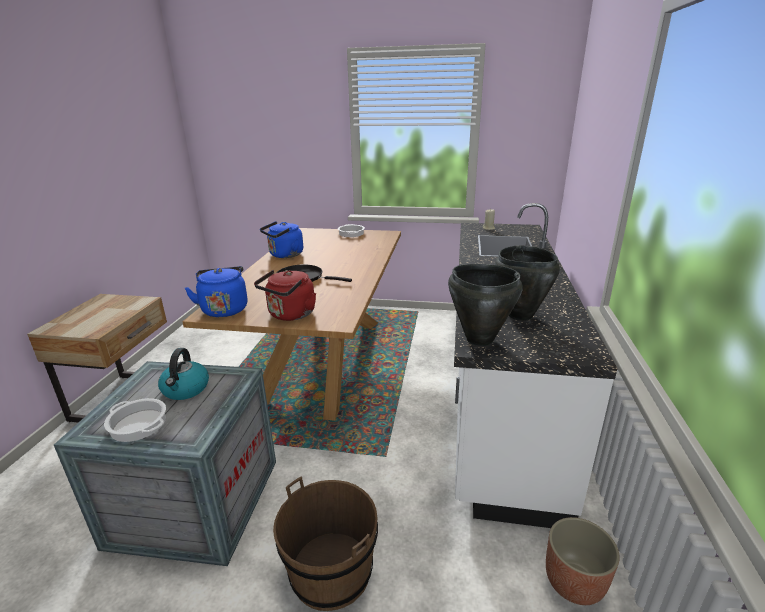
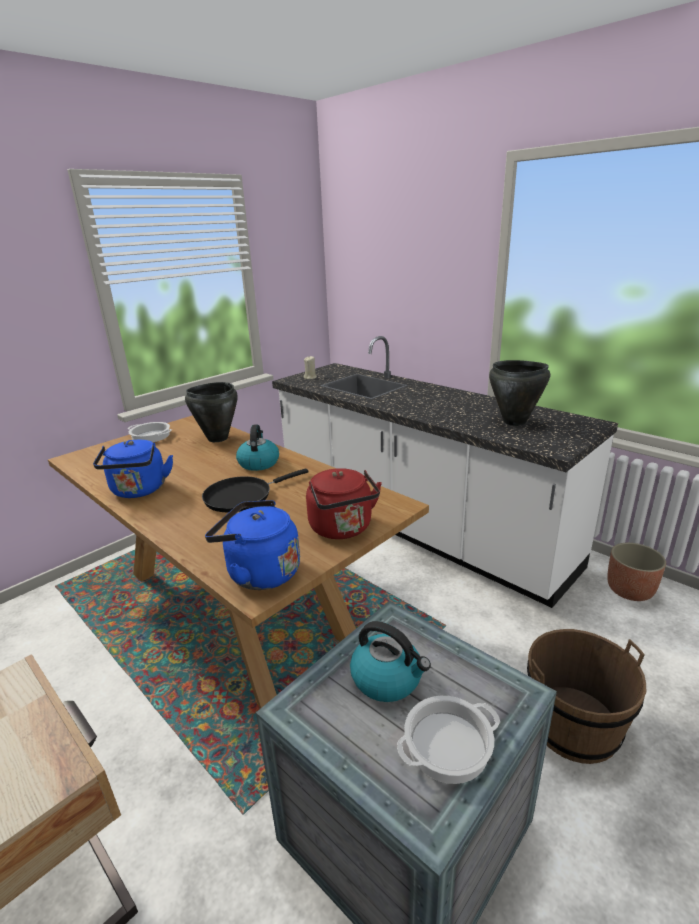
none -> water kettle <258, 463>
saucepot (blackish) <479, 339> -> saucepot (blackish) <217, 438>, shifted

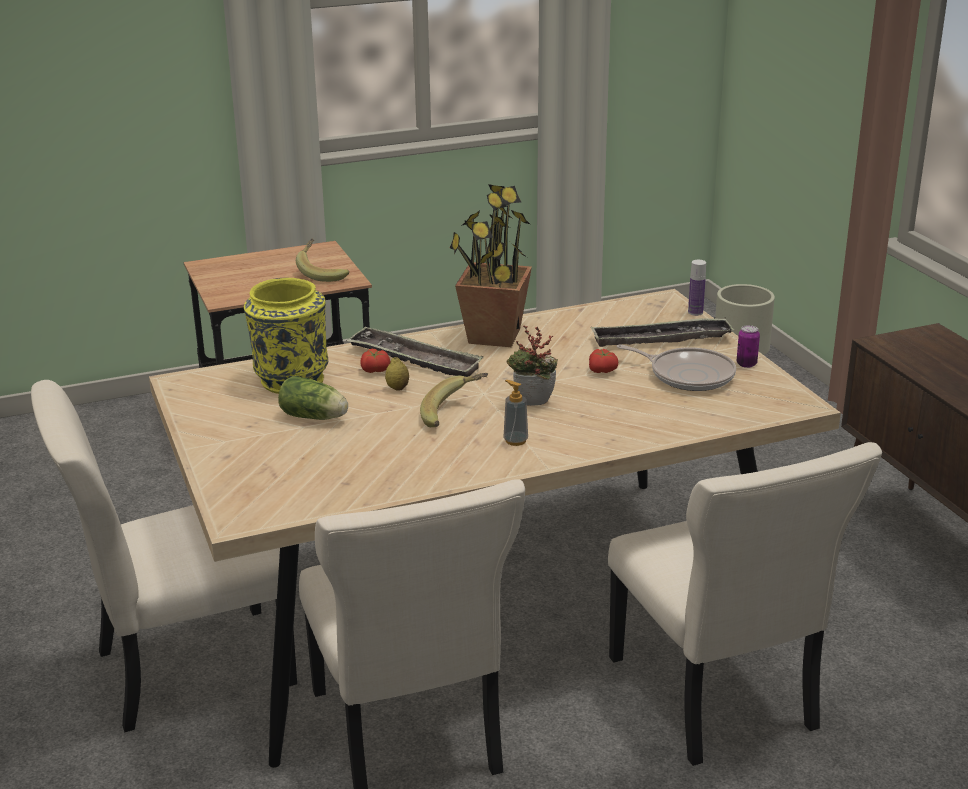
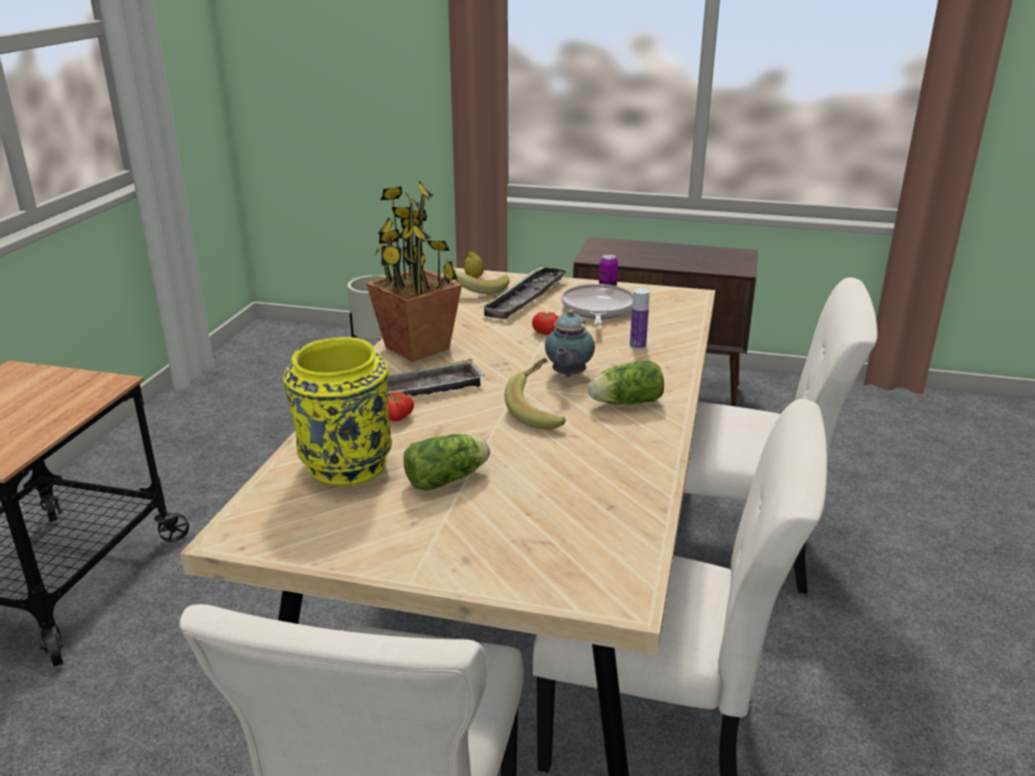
banana fruit <323, 273> -> banana fruit <476, 289>, shifted
lemon <397, 388> -> lemon <474, 277>, shifted
beverage bottle <695, 312> -> beverage bottle <637, 346>, shifted
soap dispenser <515, 441> -> head of lettuce <624, 402>
houseplant <532, 404> -> tea pot <567, 375>
frying pan <688, 375> -> frying pan <597, 309>, 60 degrees counterclockwise

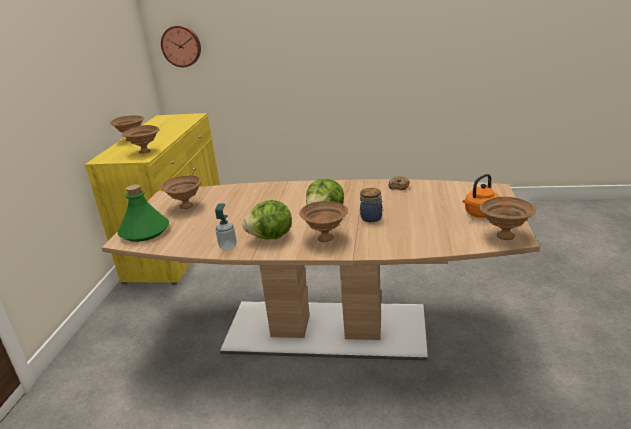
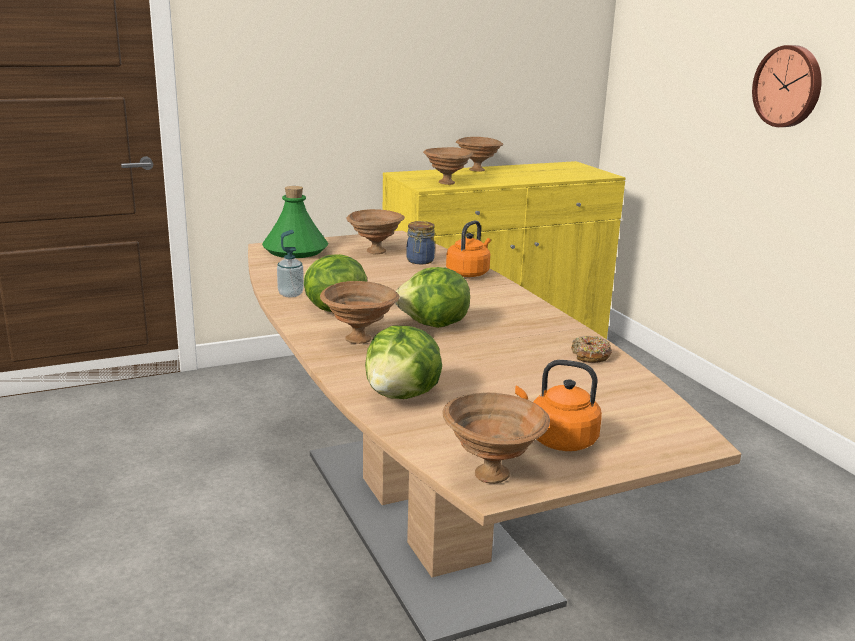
none -> head of lettuce <402, 396>
none -> water kettle (orange-coloured) <469, 273>
hanging clock <181, 46> -> hanging clock <789, 86>, shifted
preserve jar <372, 218> -> preserve jar <420, 261>, shifted

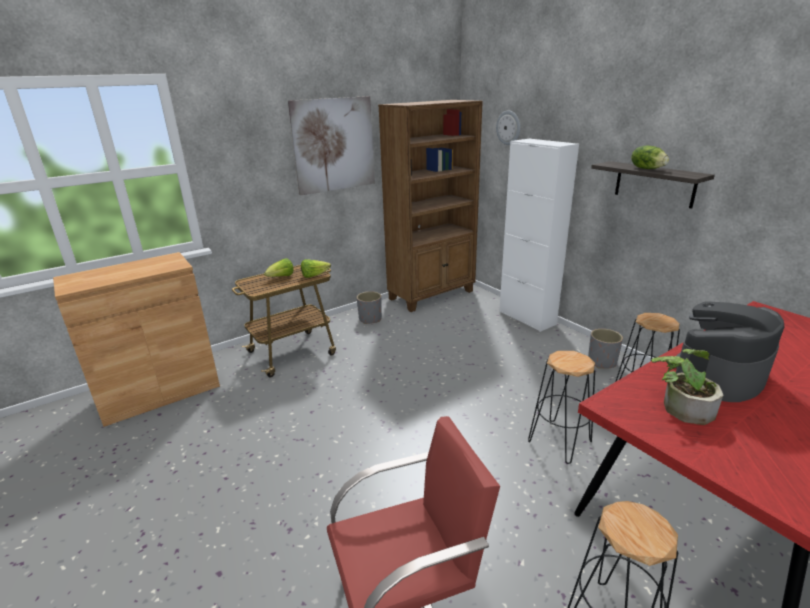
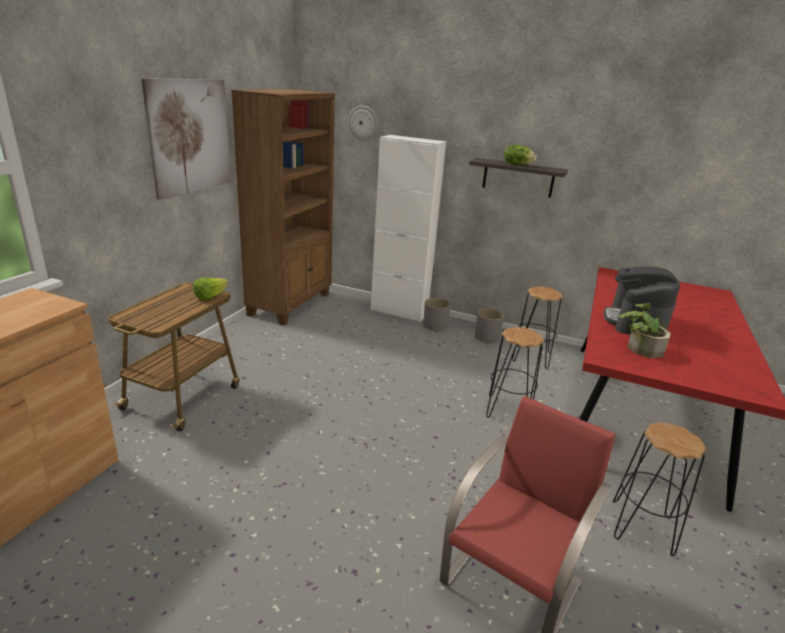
head of lettuce <281, 277> -> none
plant pot (grey) <370, 319> -> plant pot (grey) <435, 327>, shifted

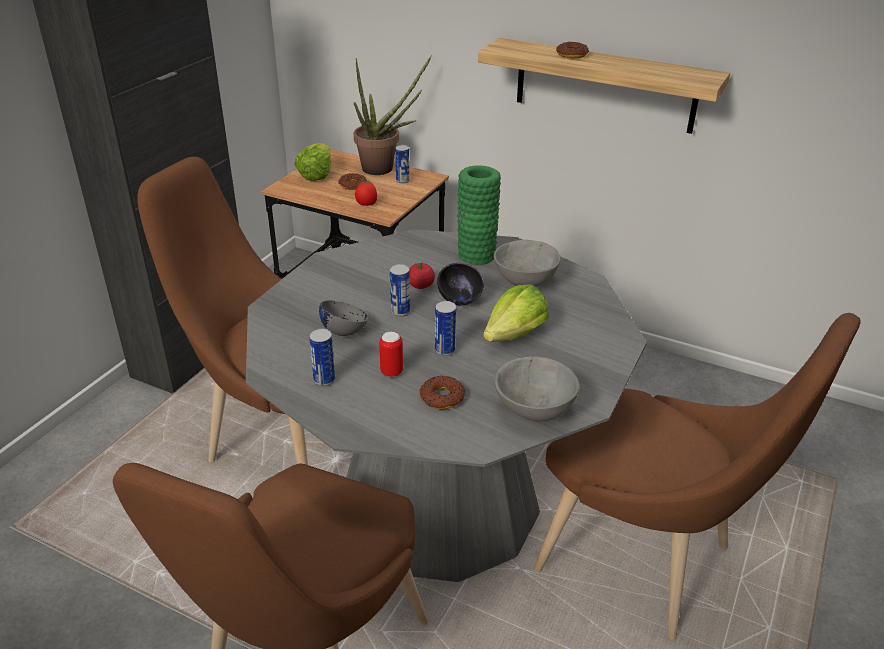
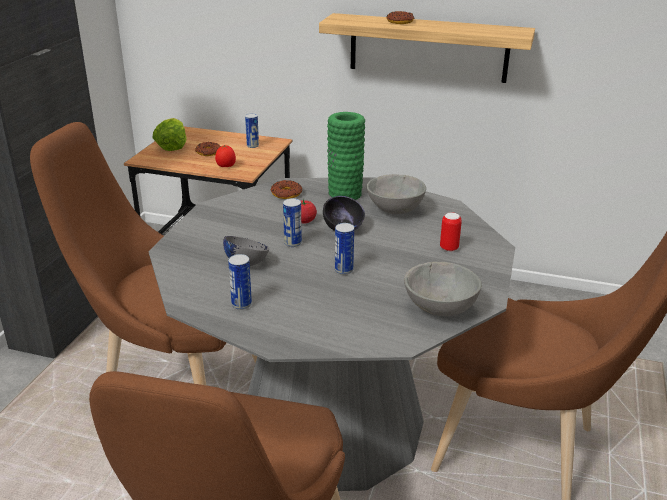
houseplant <384, 169> -> none
head of lettuce <515, 335> -> none
sealed can <391, 372> -> sealed can <449, 248>, shifted
donut <441, 397> -> donut <286, 193>, shifted

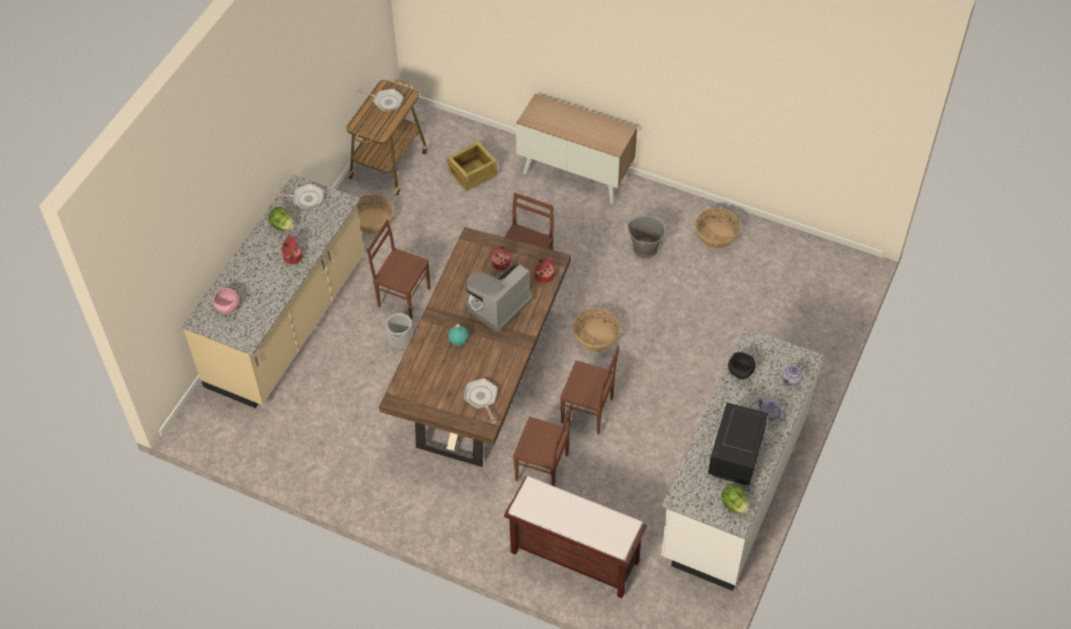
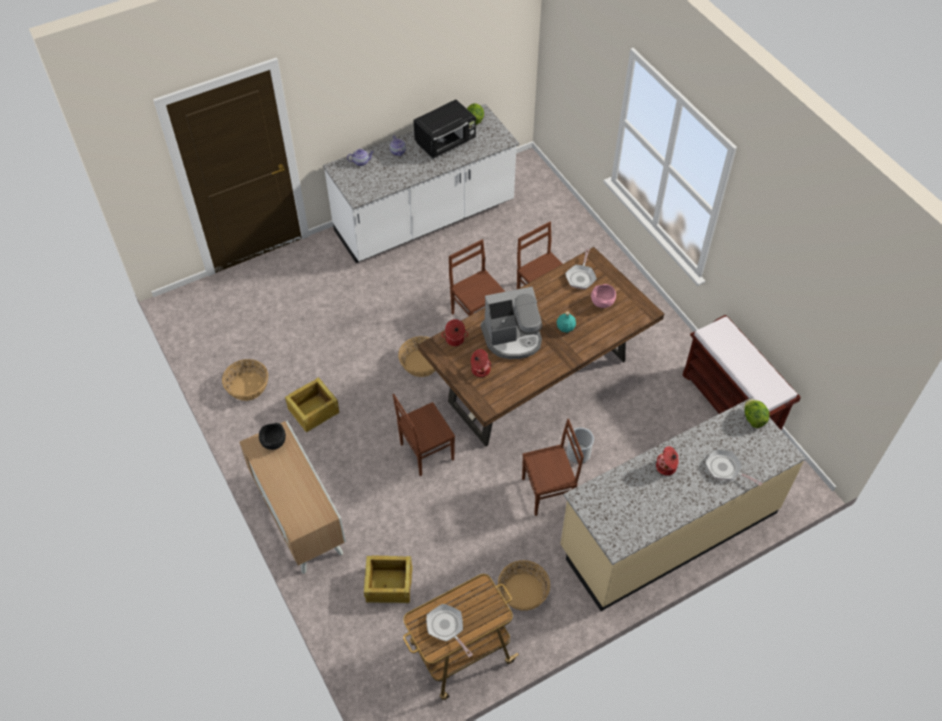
deep dish (pink) <228, 308> -> deep dish (pink) <602, 302>, shifted
head of lettuce <282, 226> -> head of lettuce <753, 419>, shifted
frying pan <305, 199> -> frying pan <725, 469>, shifted
bench (brown-coloured) <573, 557> -> bench (brown-coloured) <730, 405>, shifted
deep dish (blackish) <741, 373> -> deep dish (blackish) <274, 442>, shifted
water bucket (grey) <645, 248> -> shipping crate <313, 411>
plain chair (brown-coloured) <403, 296> -> plain chair (brown-coloured) <548, 492>, 75 degrees counterclockwise

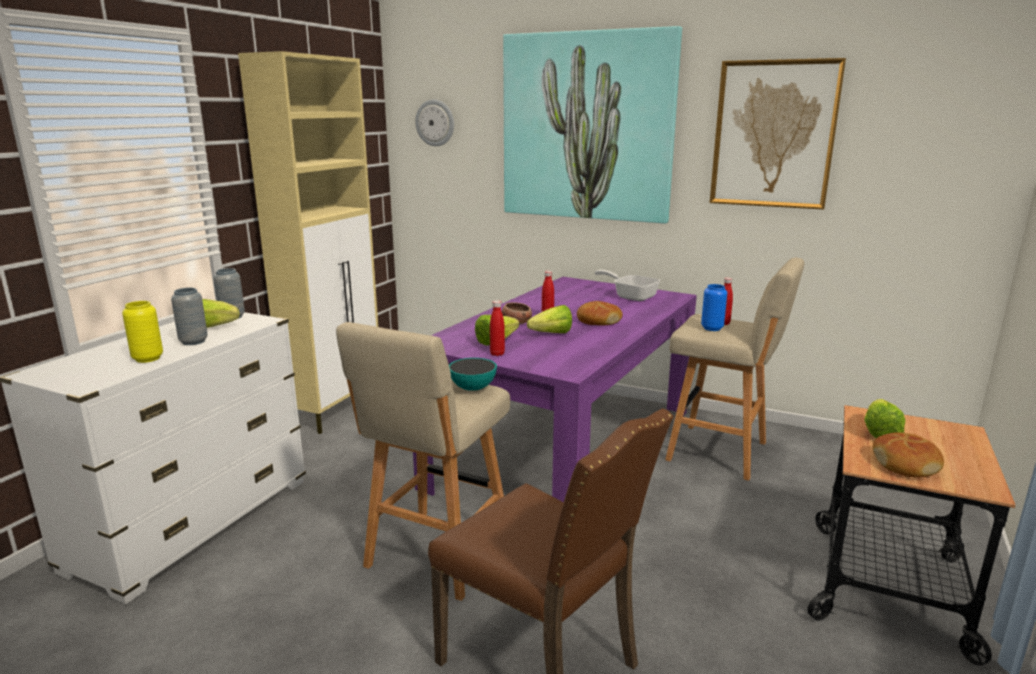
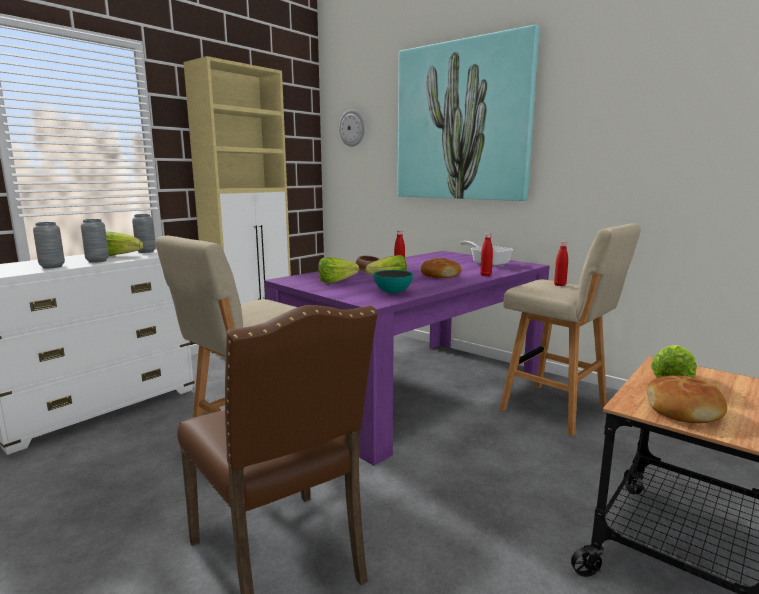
vase (bluish) <712, 328> -> none
wall art <773, 135> -> none
deep dish <473, 388> -> deep dish <393, 293>, shifted
beverage bottle (red-coloured) <497, 354> -> beverage bottle (red-coloured) <485, 275>, shifted
vase (yellow) <148, 359> -> vase (grey) <52, 267>

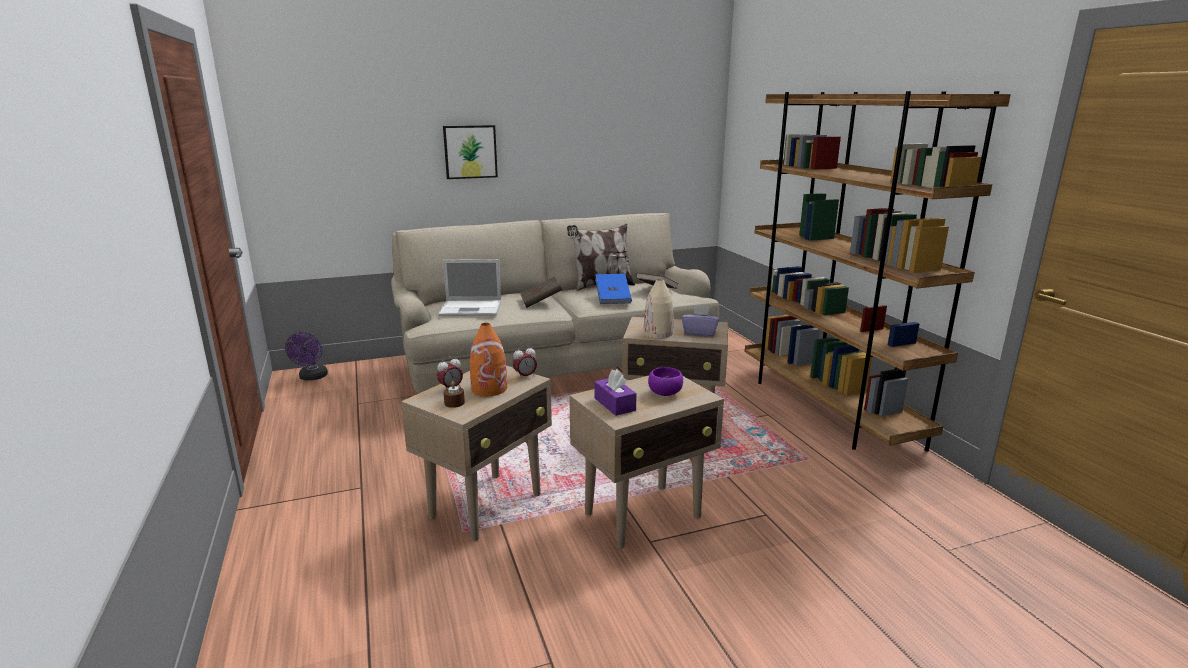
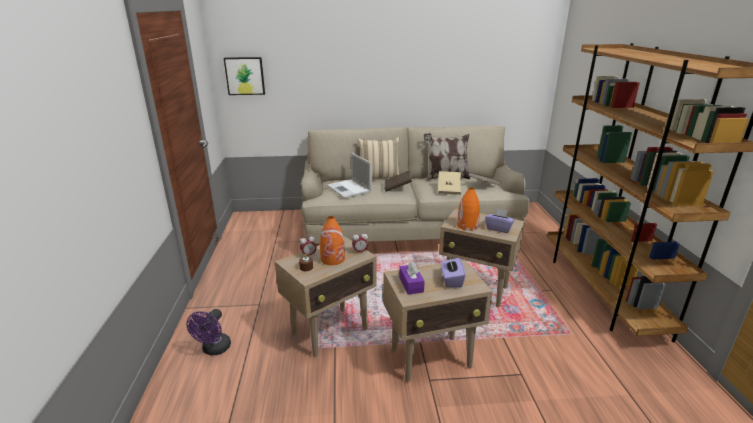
none -> pillow (beige-coloured) <379, 178>
cooling fan (purple) <312, 377> -> cooling fan (purple) <214, 350>, shifted
wall art <470, 151> -> wall art <245, 76>, shifted
deep dish (purple) <666, 393> -> box of tissues (purple) <451, 280>
bound book (bluish) <613, 298> -> bound book (beige-coloured) <449, 190>
vase (beige-coloured) <658, 333> -> vase (orange-coloured) <467, 226>
laptop <472, 308> -> laptop <349, 189>, 45 degrees clockwise

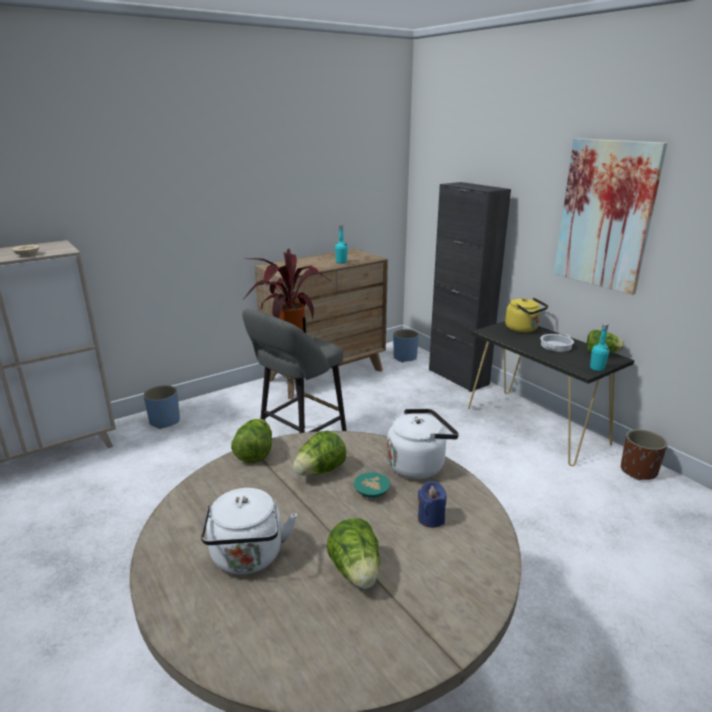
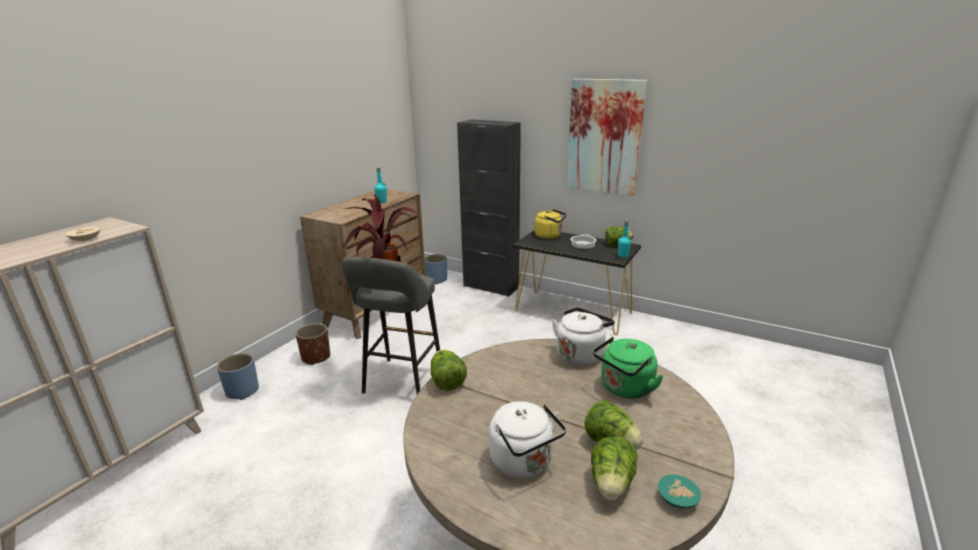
head of lettuce <320, 471> -> head of lettuce <611, 484>, shifted
deep dish (turquoise) <372, 493> -> deep dish (turquoise) <679, 499>, shifted
plant pot (brown-coloured) <638, 471> -> plant pot (brown-coloured) <316, 357>, shifted
wax light (bluish) <431, 518> -> water kettle (green) <624, 389>

